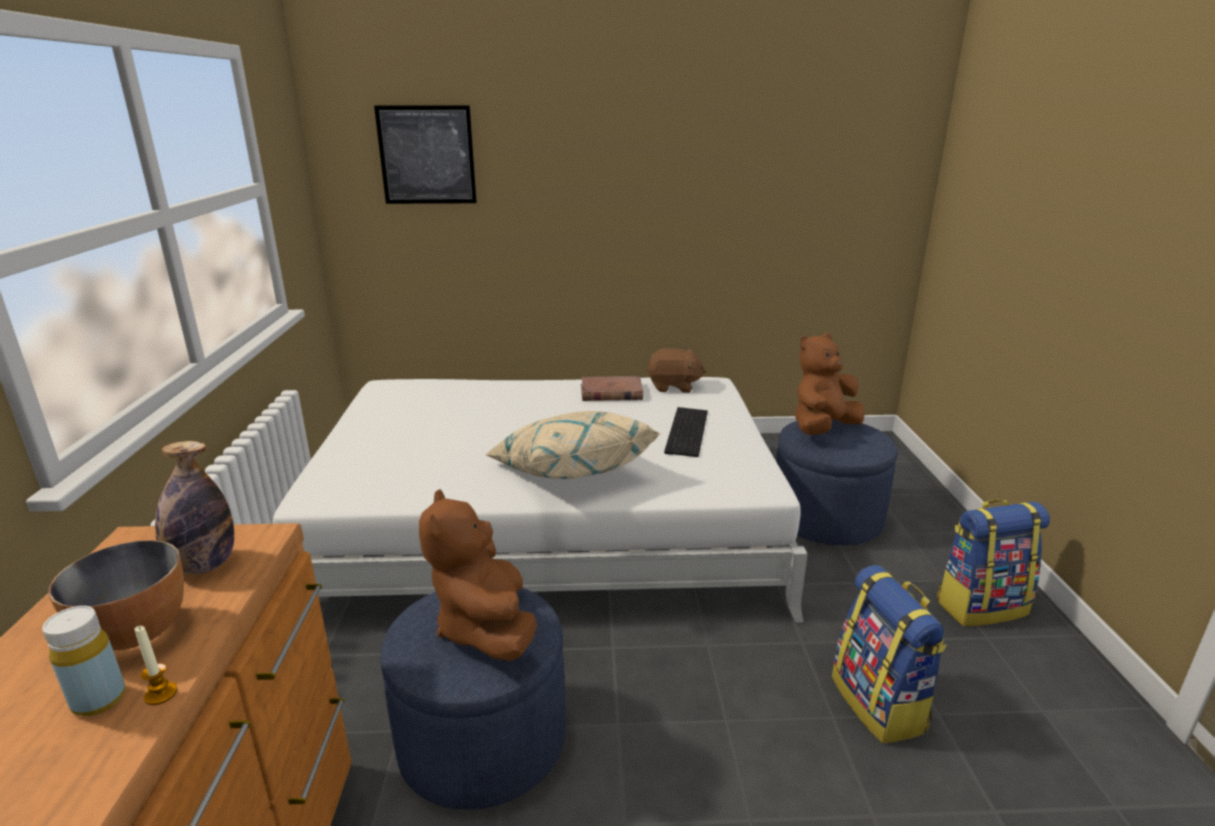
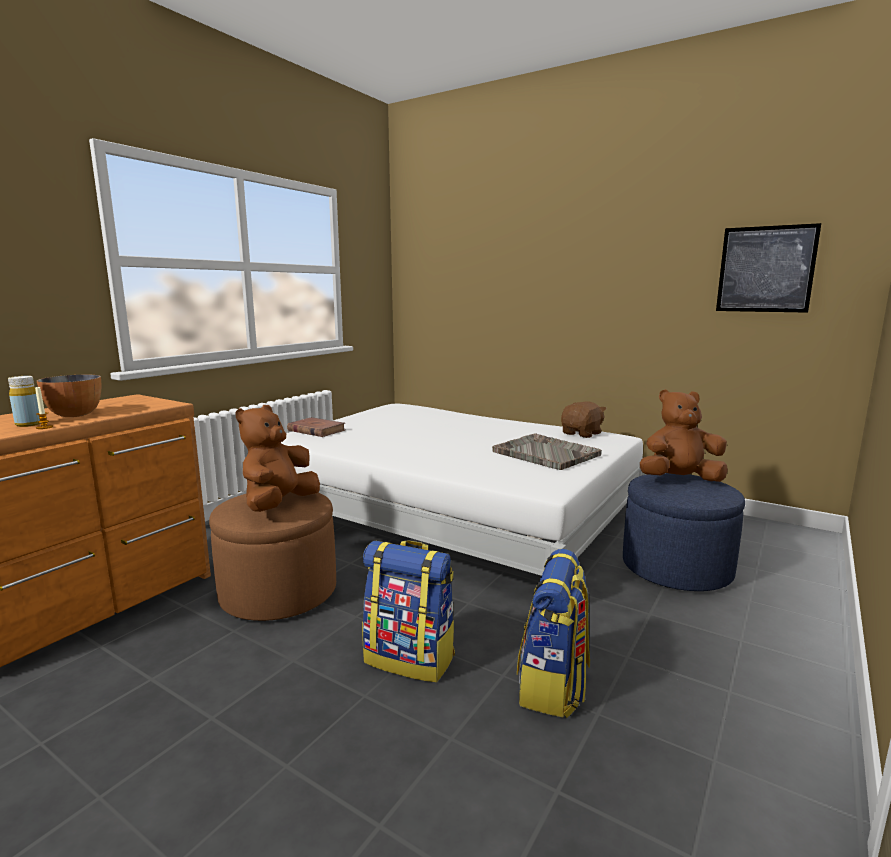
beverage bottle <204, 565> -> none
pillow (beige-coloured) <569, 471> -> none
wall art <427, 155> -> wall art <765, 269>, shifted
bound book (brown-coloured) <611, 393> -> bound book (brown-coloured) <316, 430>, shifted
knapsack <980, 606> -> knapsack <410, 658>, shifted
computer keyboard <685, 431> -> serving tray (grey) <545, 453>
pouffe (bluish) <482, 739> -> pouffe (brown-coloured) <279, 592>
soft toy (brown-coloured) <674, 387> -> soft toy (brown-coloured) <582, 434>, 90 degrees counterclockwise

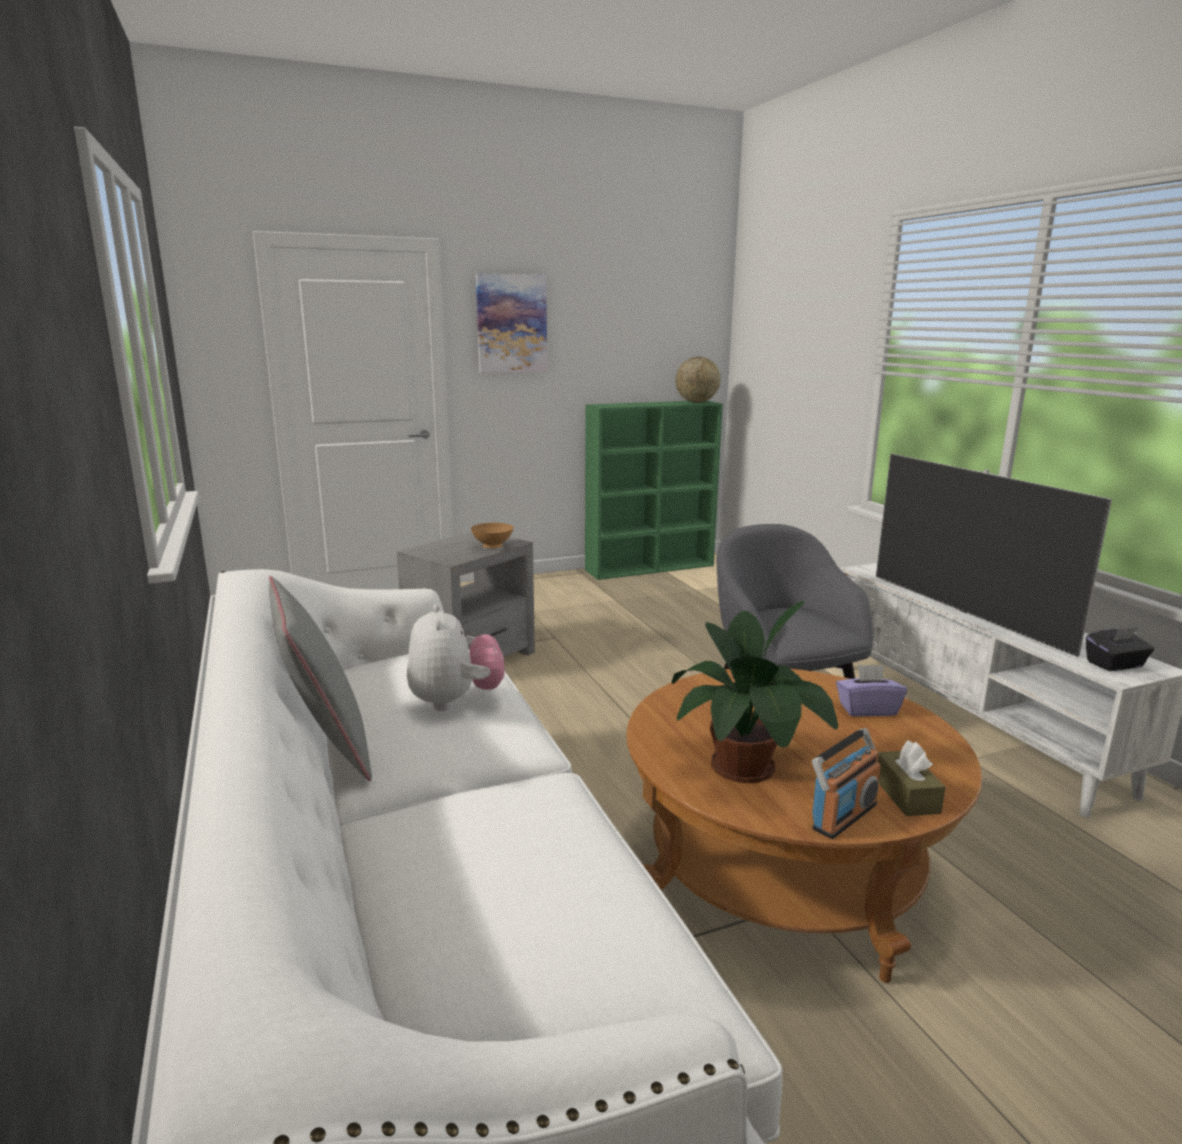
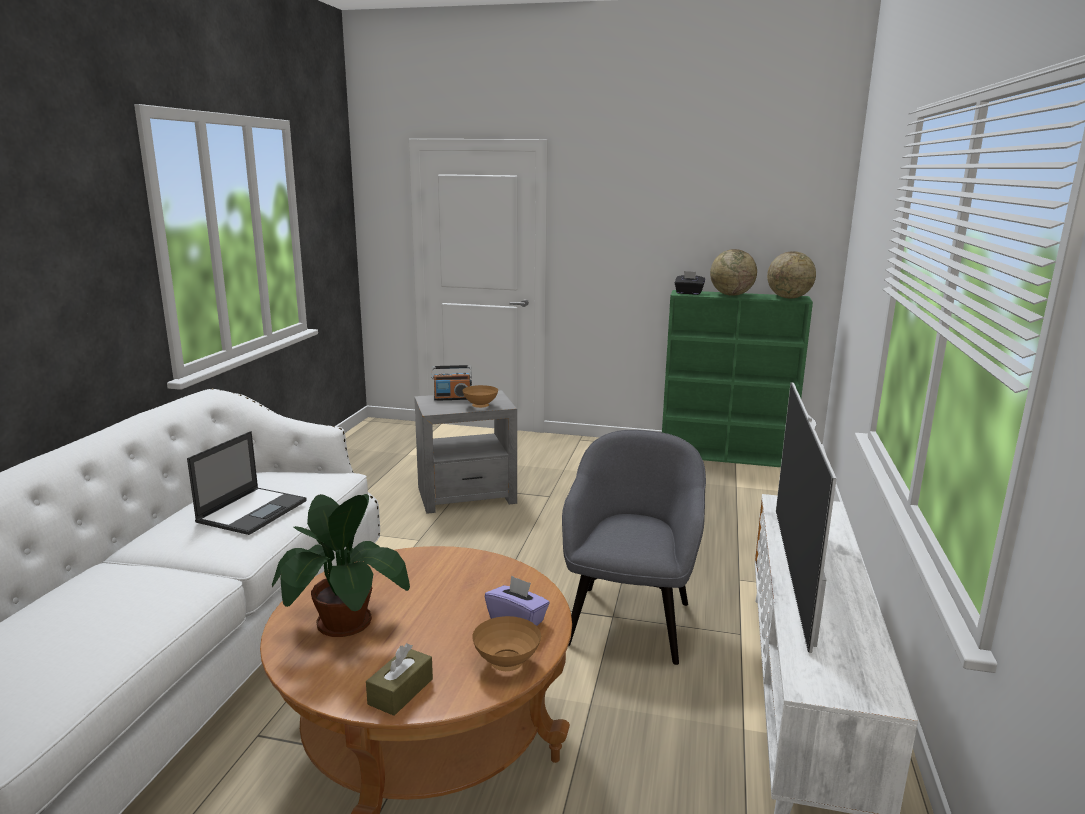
pillow (grey) <326, 749> -> none
wall art <511, 324> -> none
none -> deep dish (brown-coloured) <507, 664>
none -> world globe <731, 295>
radio <843, 816> -> radio <452, 398>, shifted
box of tissues (blackish) <1115, 665> -> box of tissues (blackish) <688, 293>, shifted
soft toy <455, 701> -> laptop <253, 510>

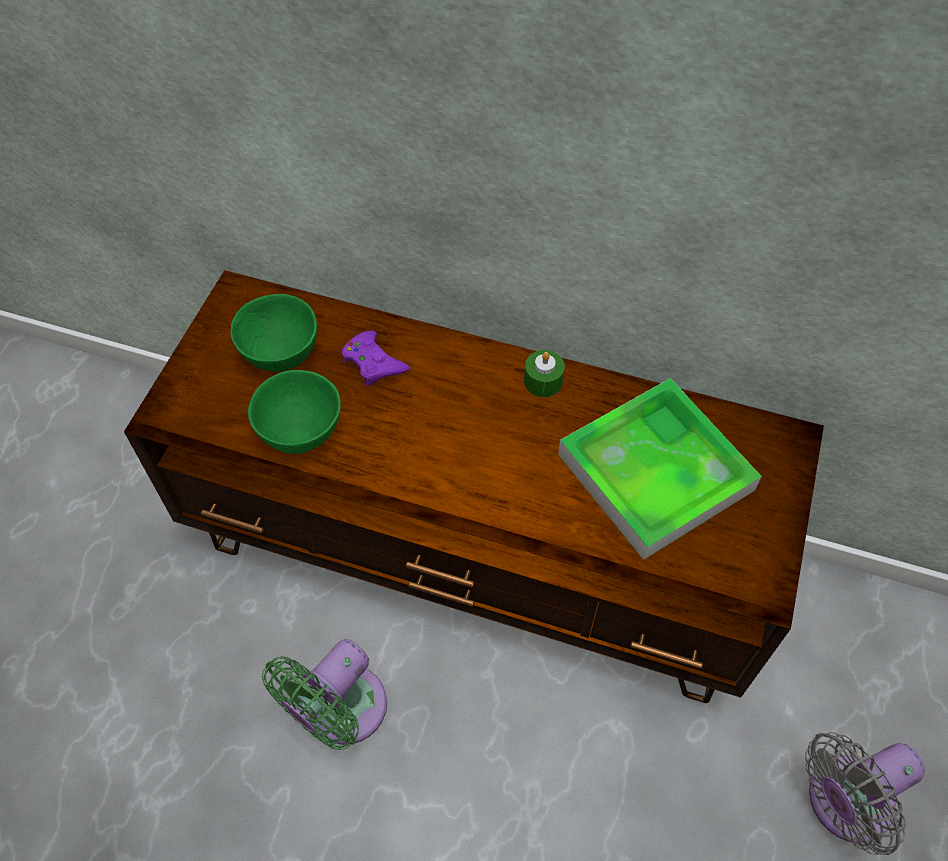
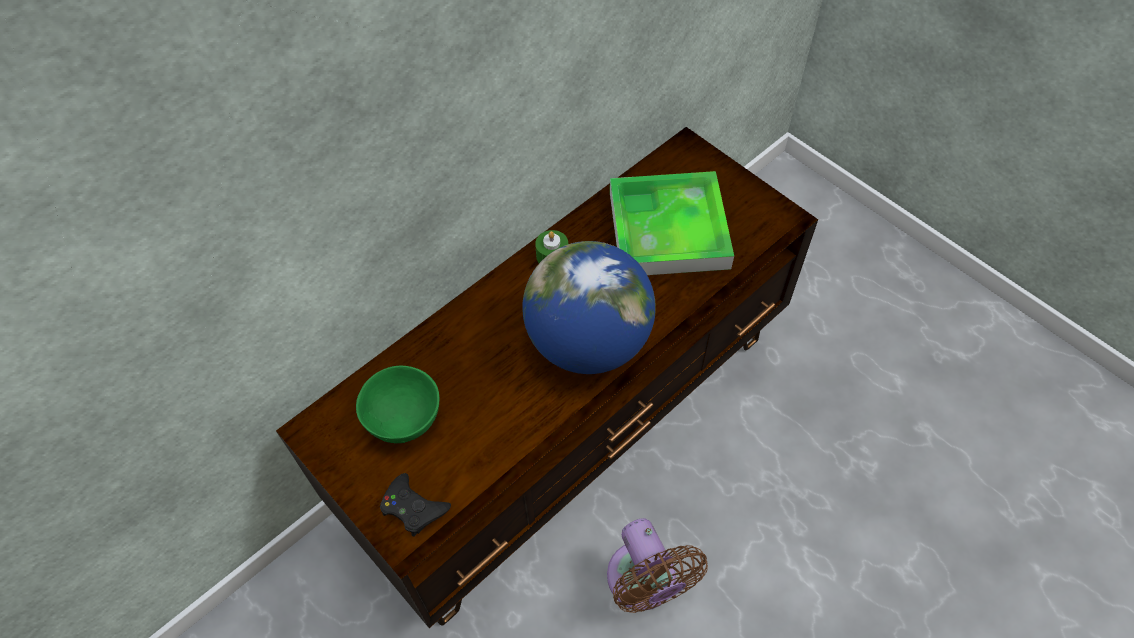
deep dish (green) <303, 433> -> none
joypad (purple) <373, 363> -> none
cooling fan (grey) <842, 803> -> none
none -> joypad (blackish) <413, 508>
none -> world globe <588, 342>
cooling fan (green) <340, 712> -> cooling fan (brown-coloured) <644, 583>

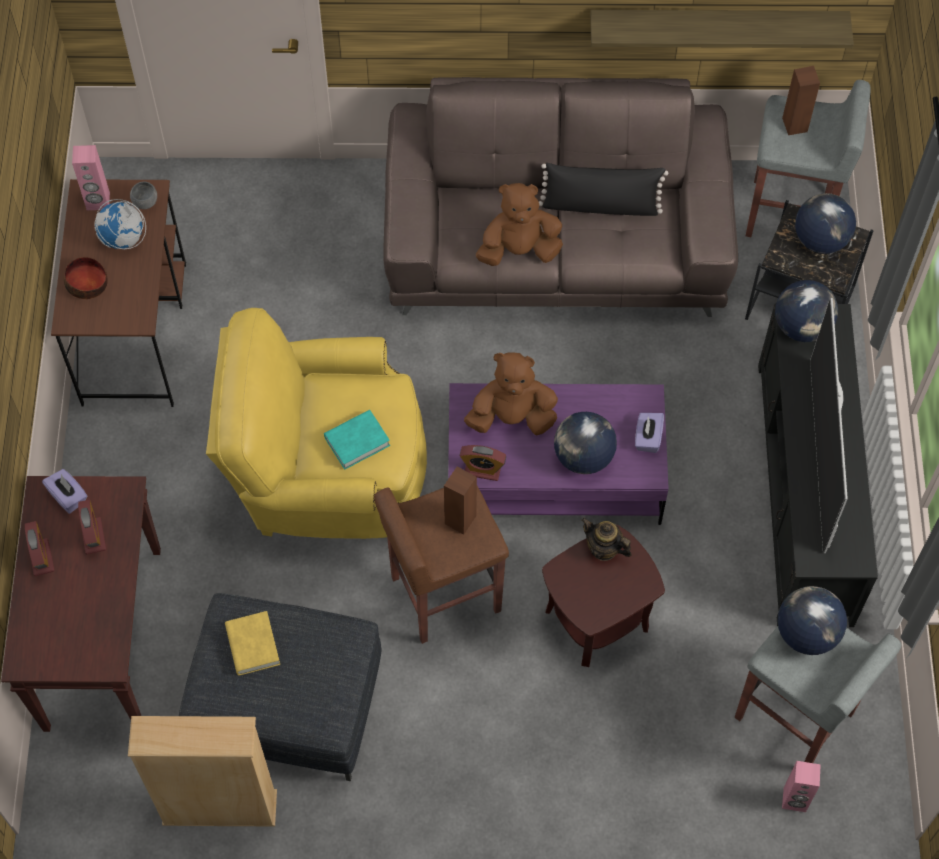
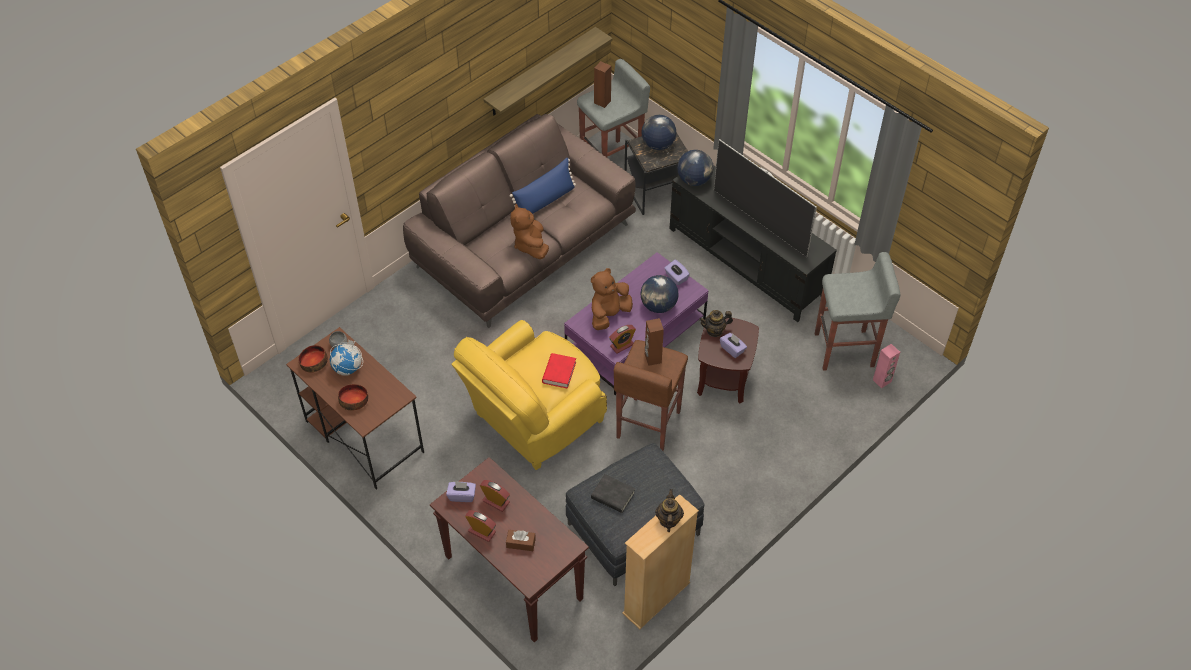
world globe <806, 633> -> none
none -> box of tissues (brown-coloured) <521, 543>
none -> tea pot <668, 520>
none -> box of tissues (purple) <732, 349>
speaker (pink) <98, 201> -> deep dish <314, 362>
bound book (yellow) <252, 645> -> bound book (blackish) <613, 496>
bound book (turquoise) <357, 441> -> bound book (red-coloured) <559, 373>
pillow (blackish) <600, 205> -> pillow (bluish) <545, 201>
soft toy (brown-coloured) <519, 250> -> soft toy (brown-coloured) <530, 245>, 45 degrees counterclockwise

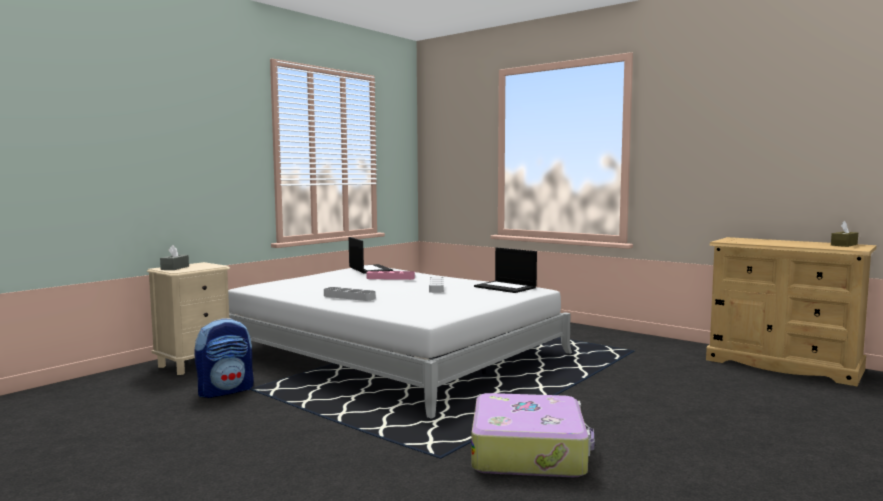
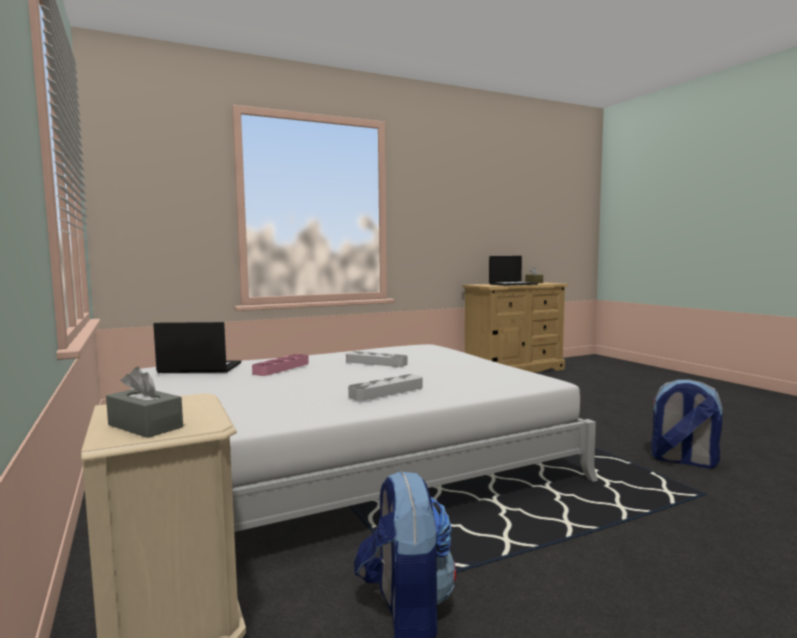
laptop <506, 287> -> laptop <513, 284>, shifted
suitcase <529, 451> -> knapsack <682, 460>

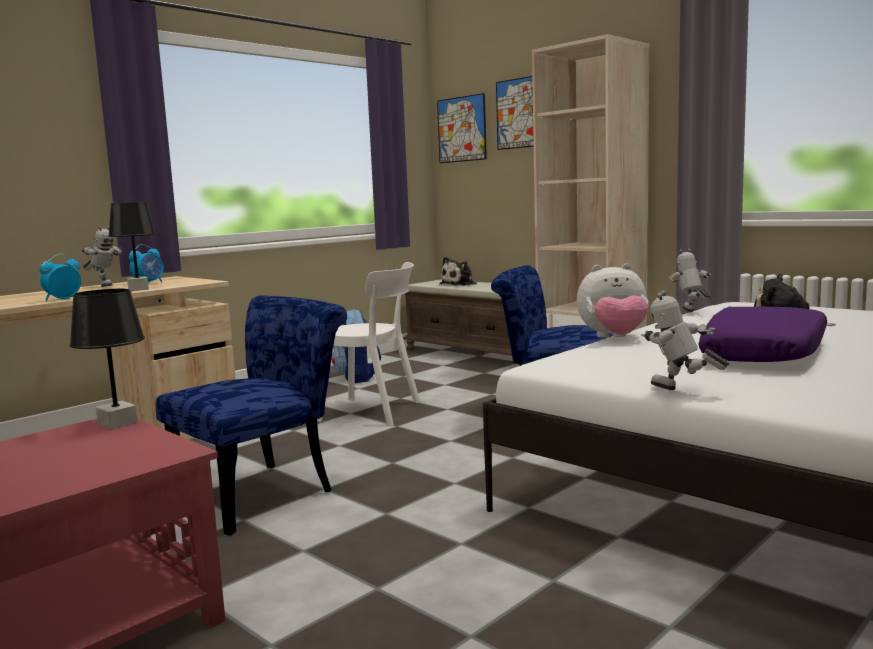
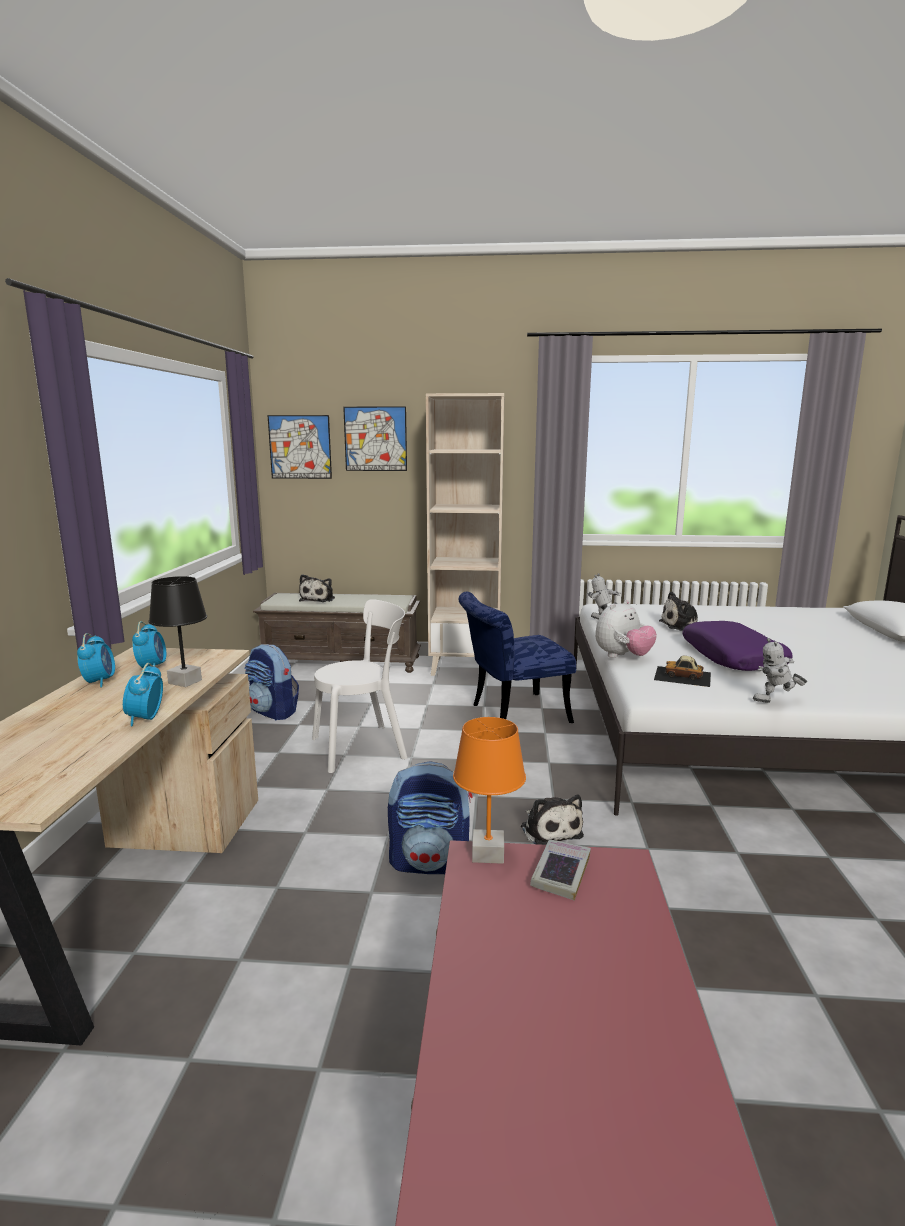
none -> soft toy <550, 830>
none -> bound book <560, 873>
none -> model car <683, 676>
model robot <104, 286> -> bedside clock <100, 682>
plain chair (bluish) <264, 492> -> knapsack <431, 863>
table lamp (blackish) <116, 423> -> table lamp (orange-coloured) <487, 854>

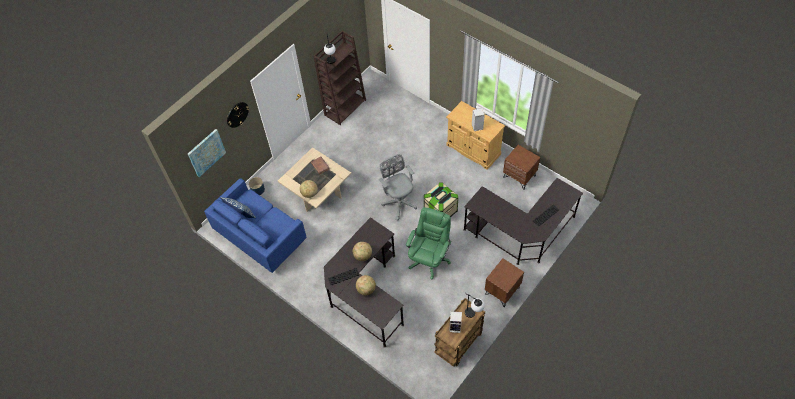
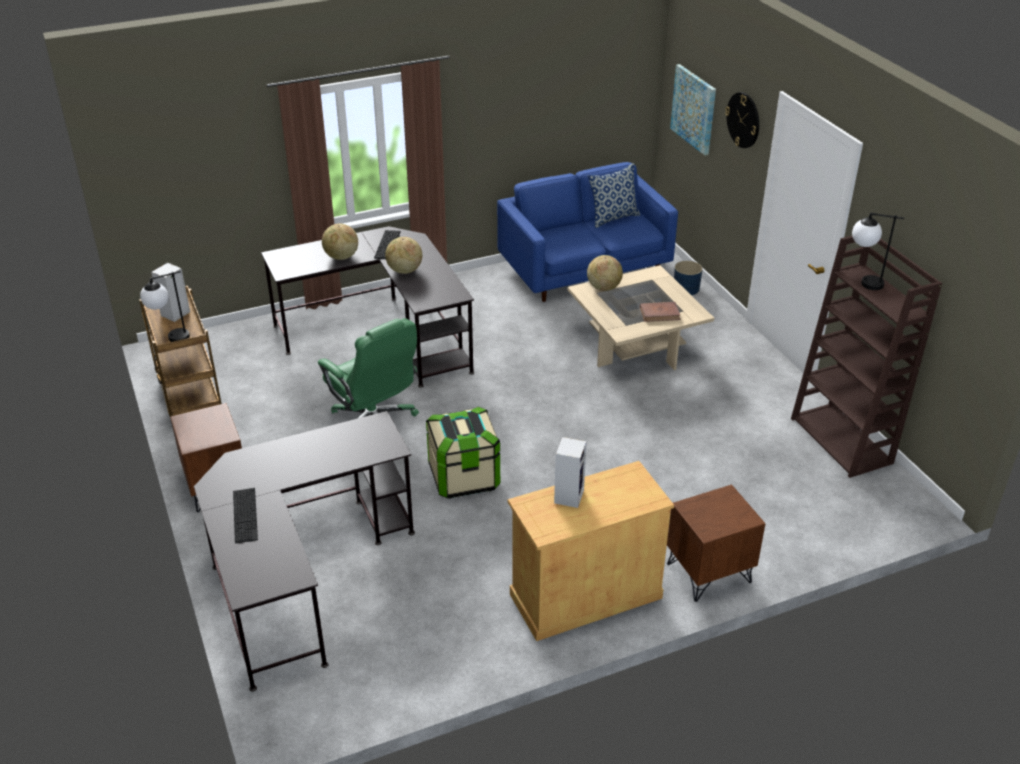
desk chair (grey) <399, 201> -> none
night table (brown-coloured) <519, 176> -> night table (brown-coloured) <709, 574>, shifted

